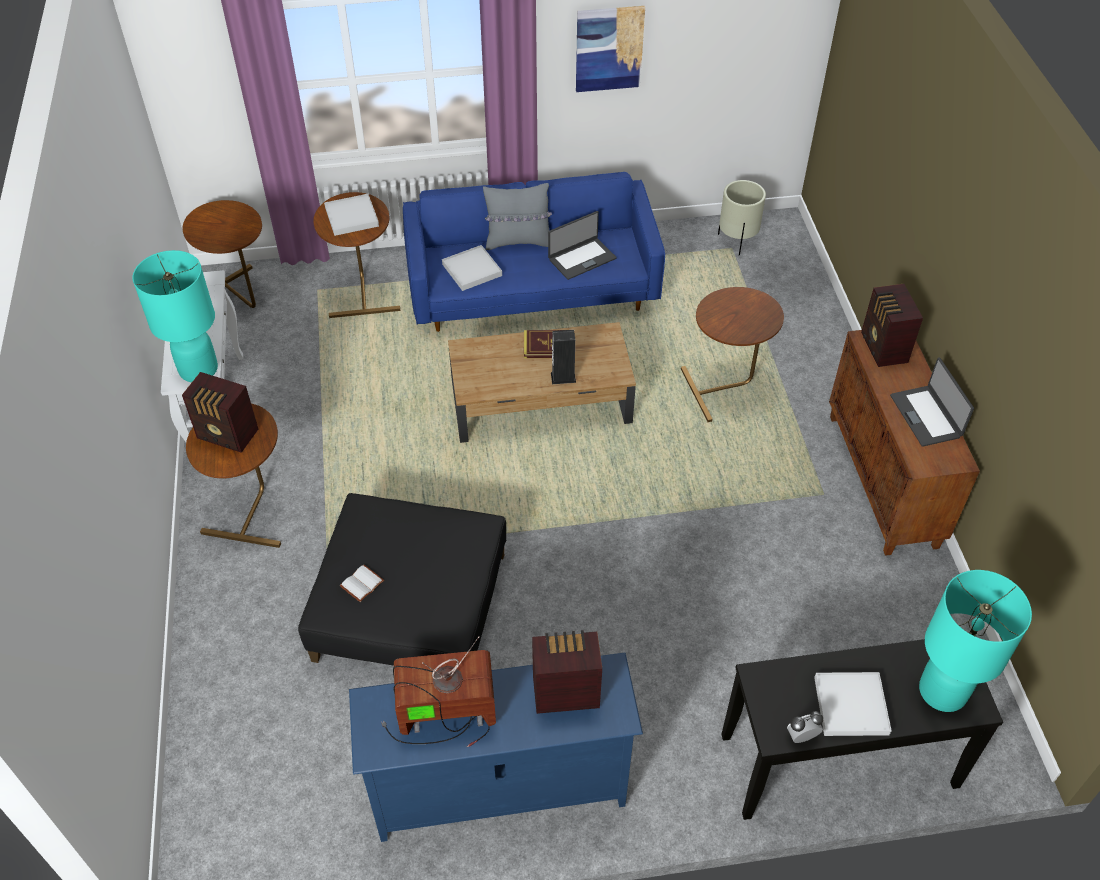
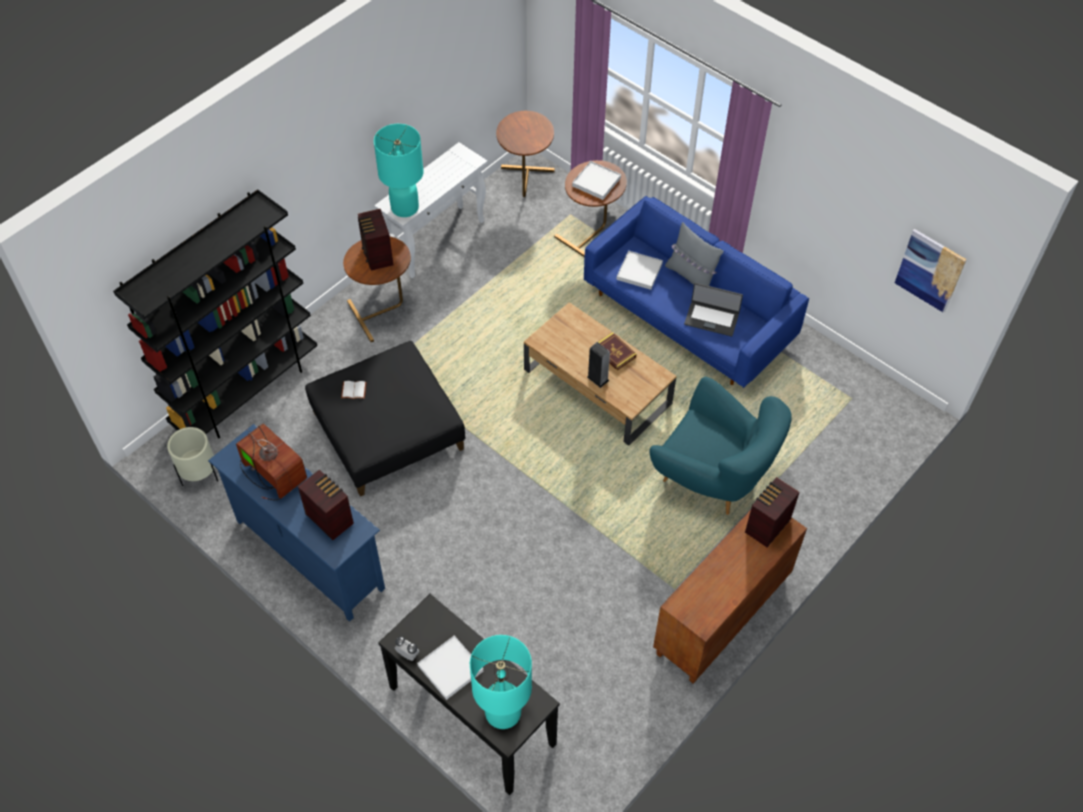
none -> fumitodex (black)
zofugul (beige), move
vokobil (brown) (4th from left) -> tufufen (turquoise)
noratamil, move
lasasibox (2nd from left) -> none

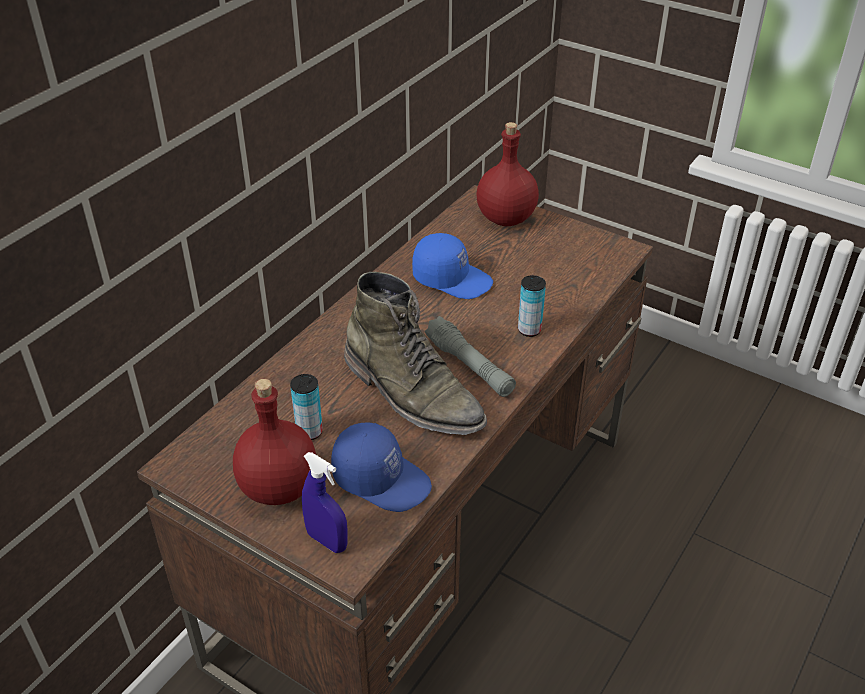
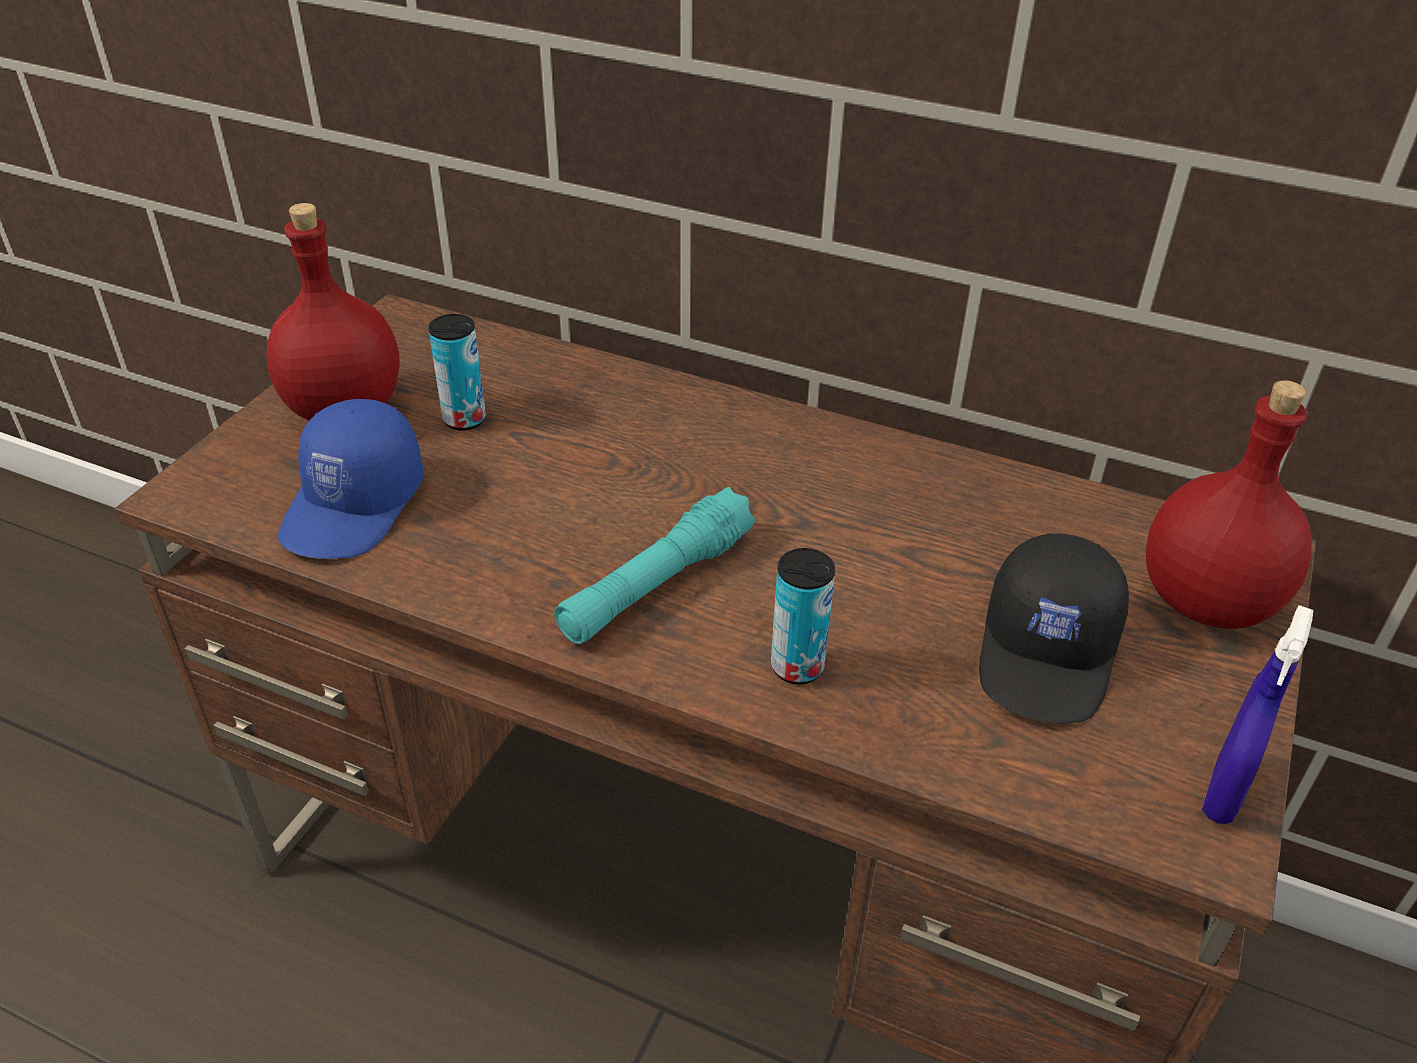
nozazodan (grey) -> nozazodan (turquoise)
none -> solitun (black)
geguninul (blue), move
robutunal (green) -> none
solitun (blue) (2nd from left) -> none

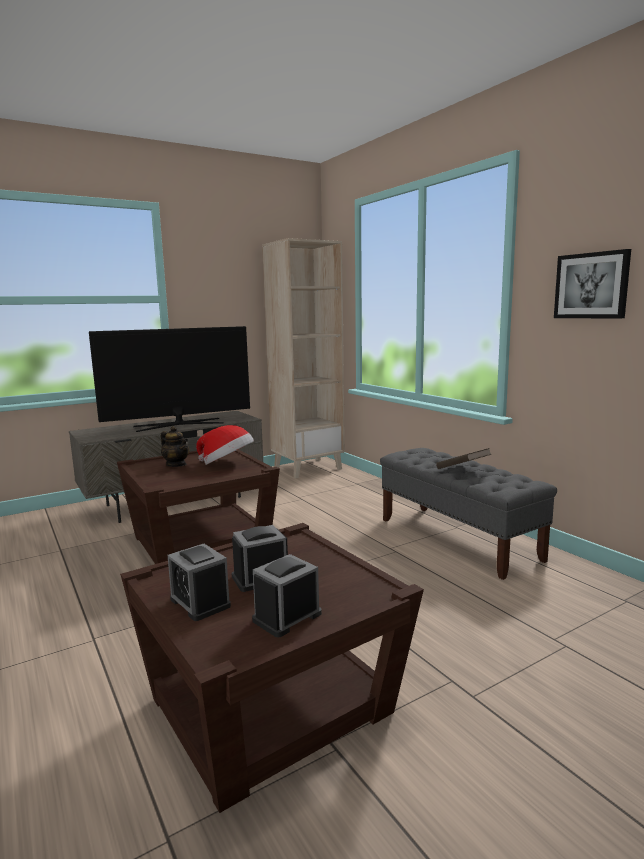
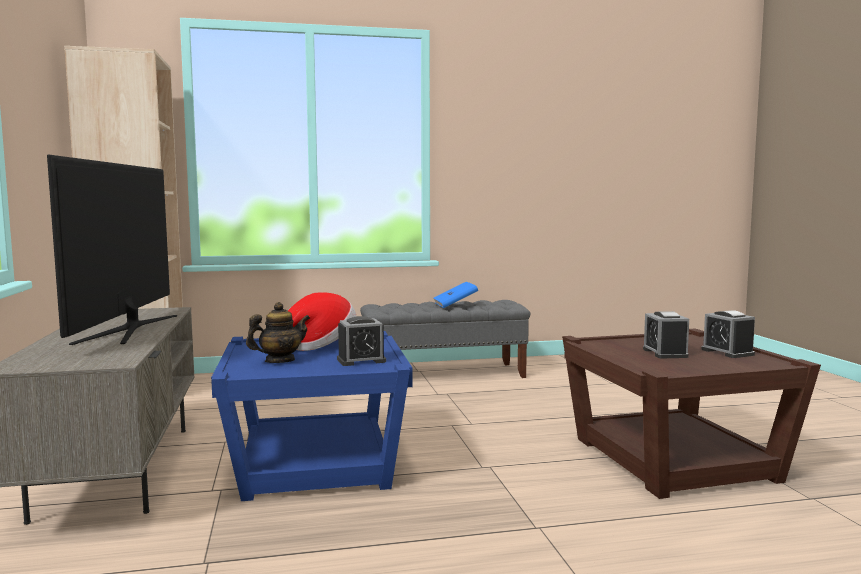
vokobil (brown) (1st from left) -> vokobil (blue)
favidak (1st from left), move
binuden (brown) -> binuden (blue)
noratamil -> none

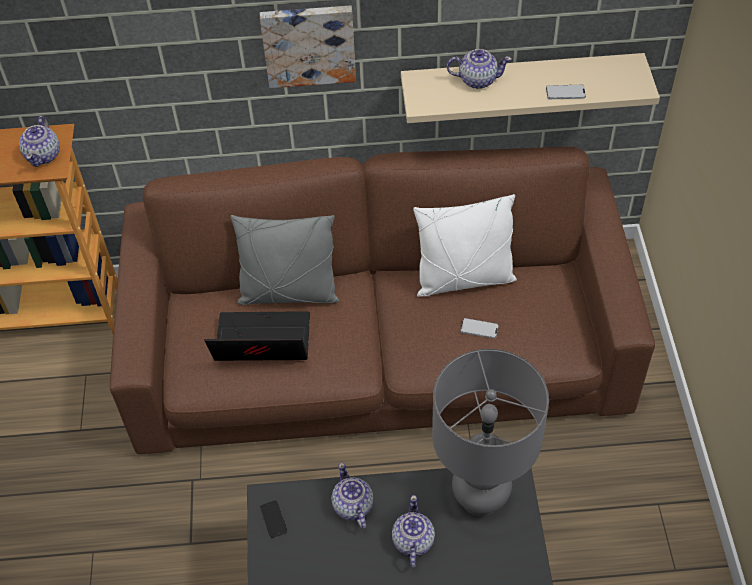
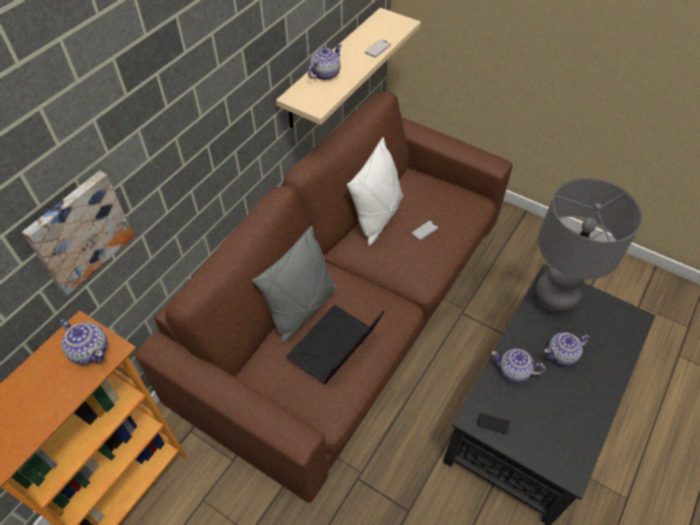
noratamil, move
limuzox (3rd from left in the first image) -> limuzox (4th from left), 60 degrees counterclockwise

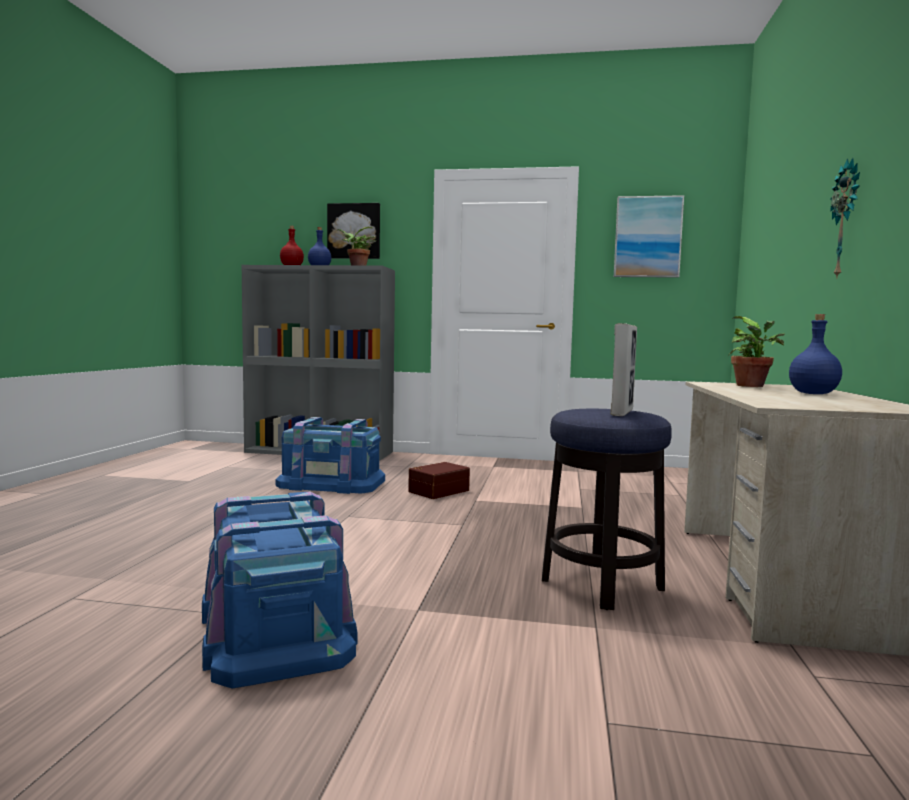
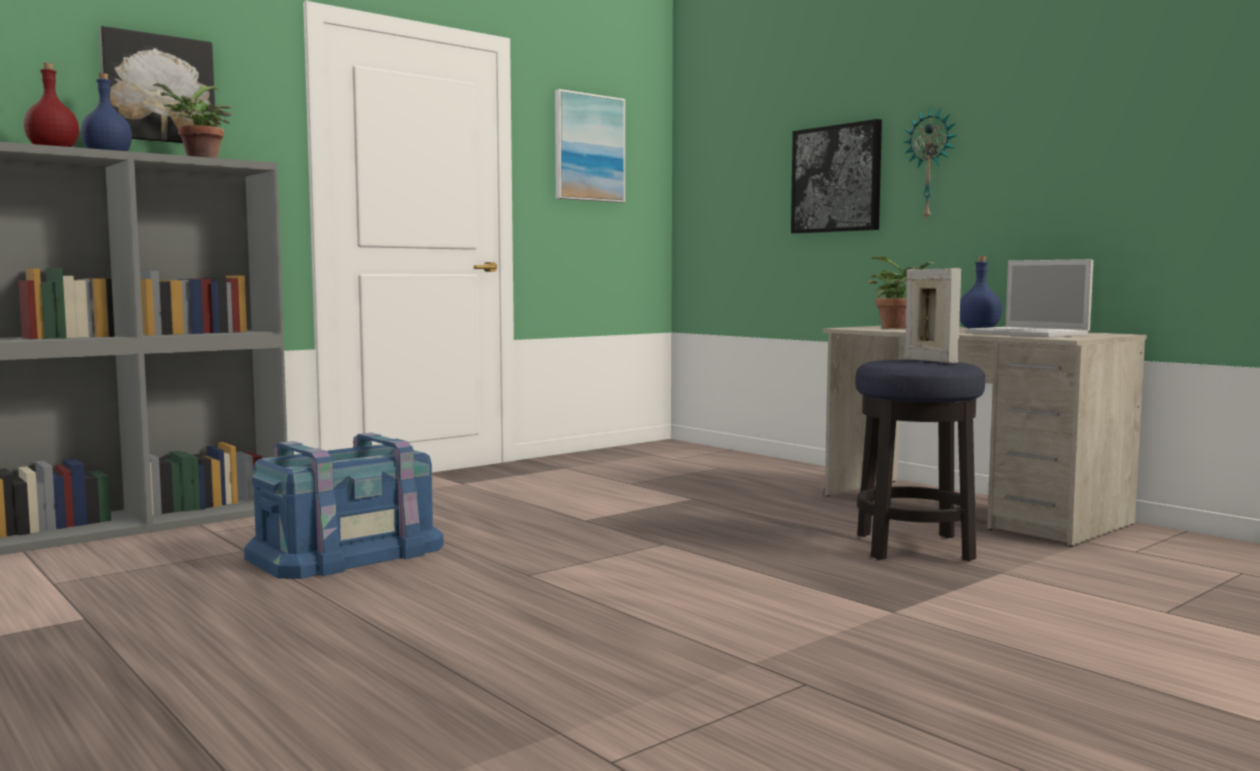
none -> noratamil (3rd from left)
none -> lasasibox
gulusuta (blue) (1st from left) -> none
gulusuta (brown) -> none

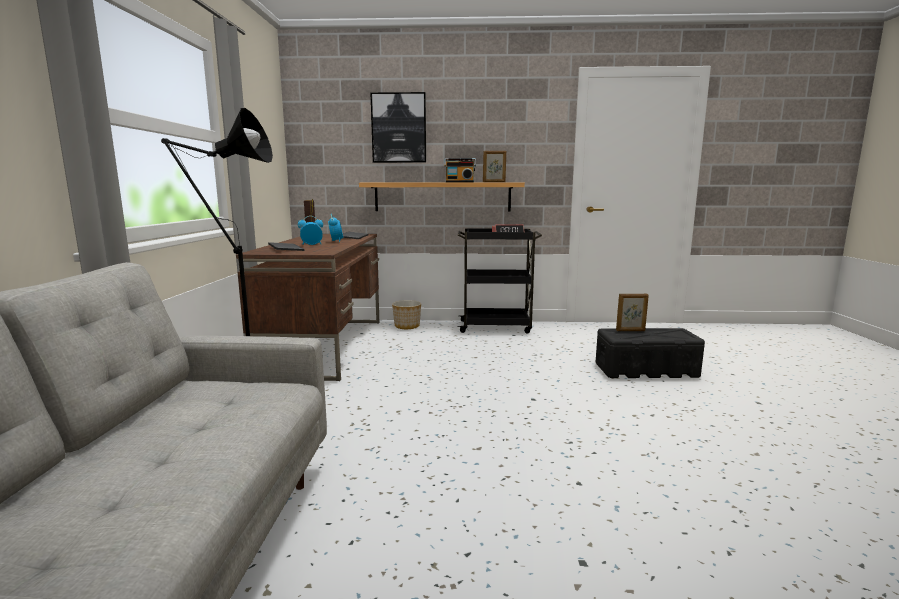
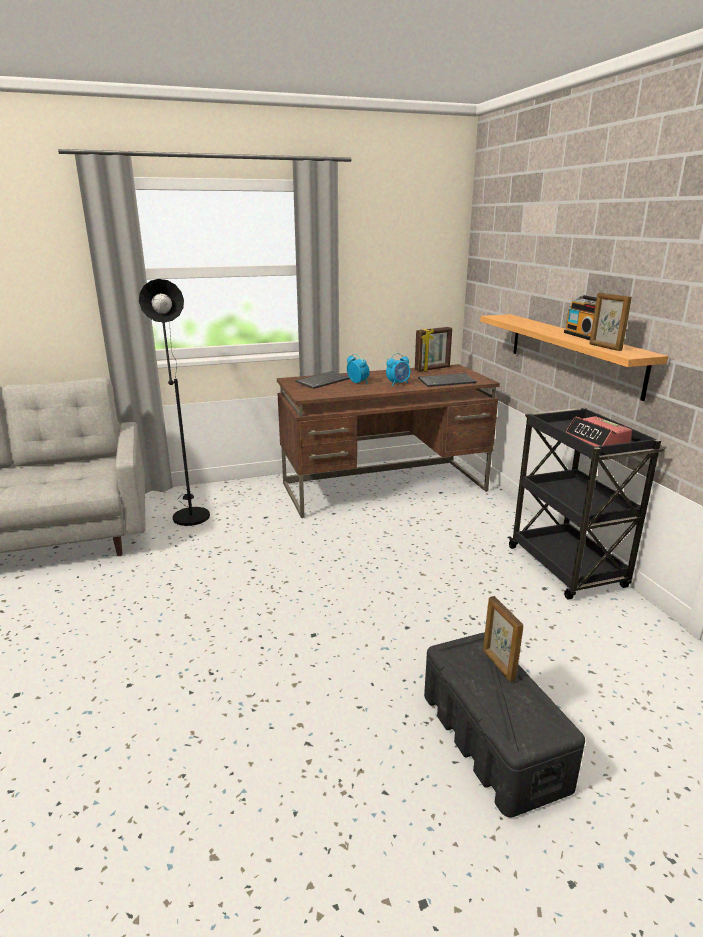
noratamil -> none
zofugul -> none

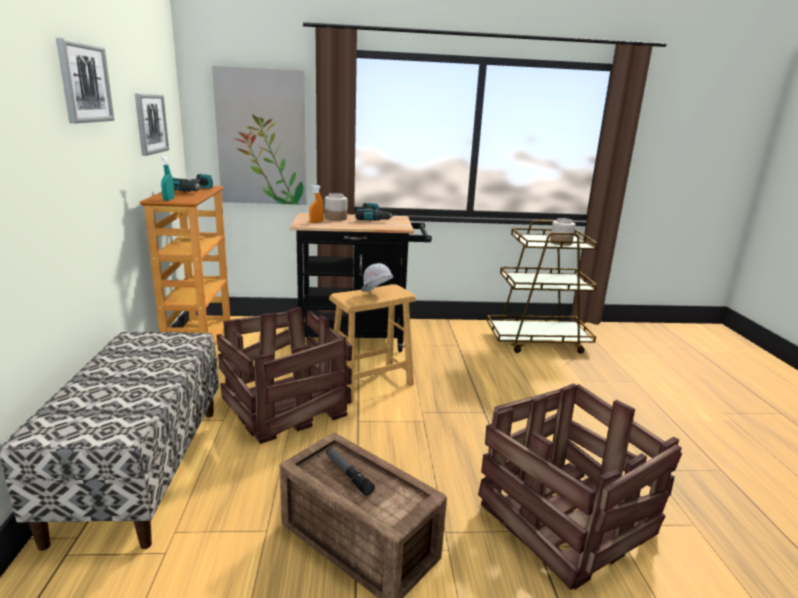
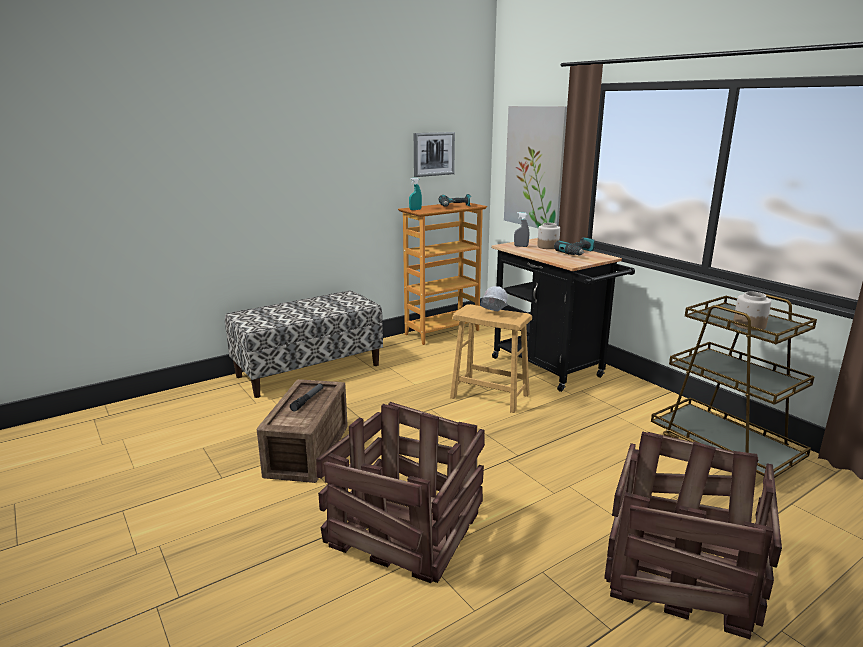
geguninul (orange) -> geguninul (grey)
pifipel (1st from left in the first image) -> pifipel (3rd from left), move
noratamil (1st from left) -> none

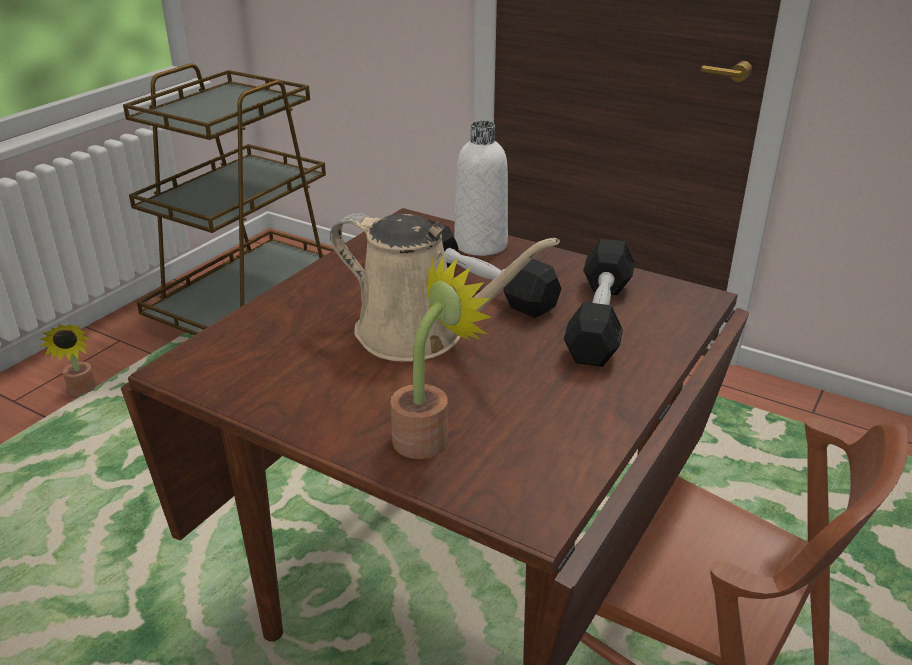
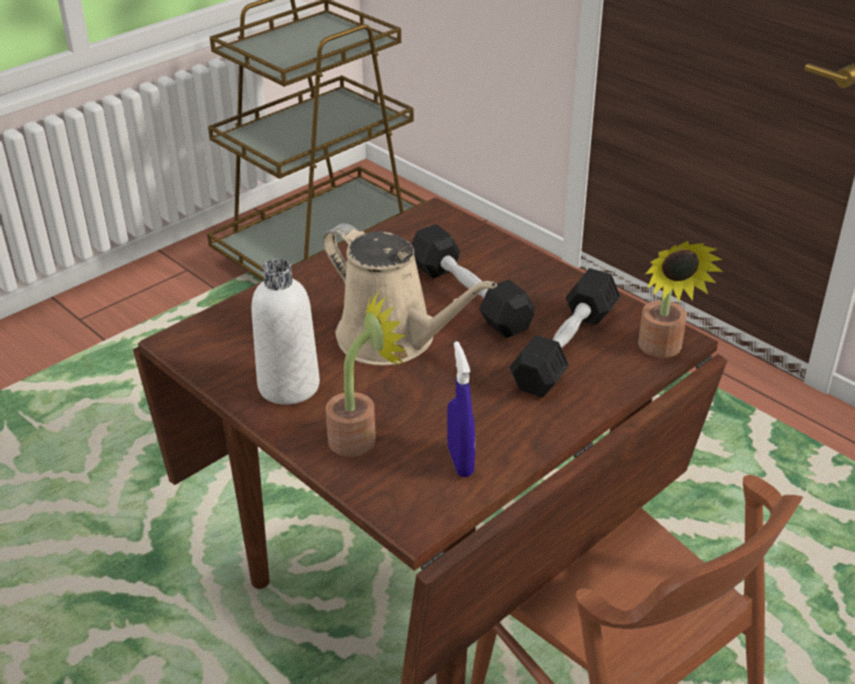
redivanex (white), move
none -> geguninul (blue)
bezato (1st from left in the first image) -> bezato (2nd from left), move

